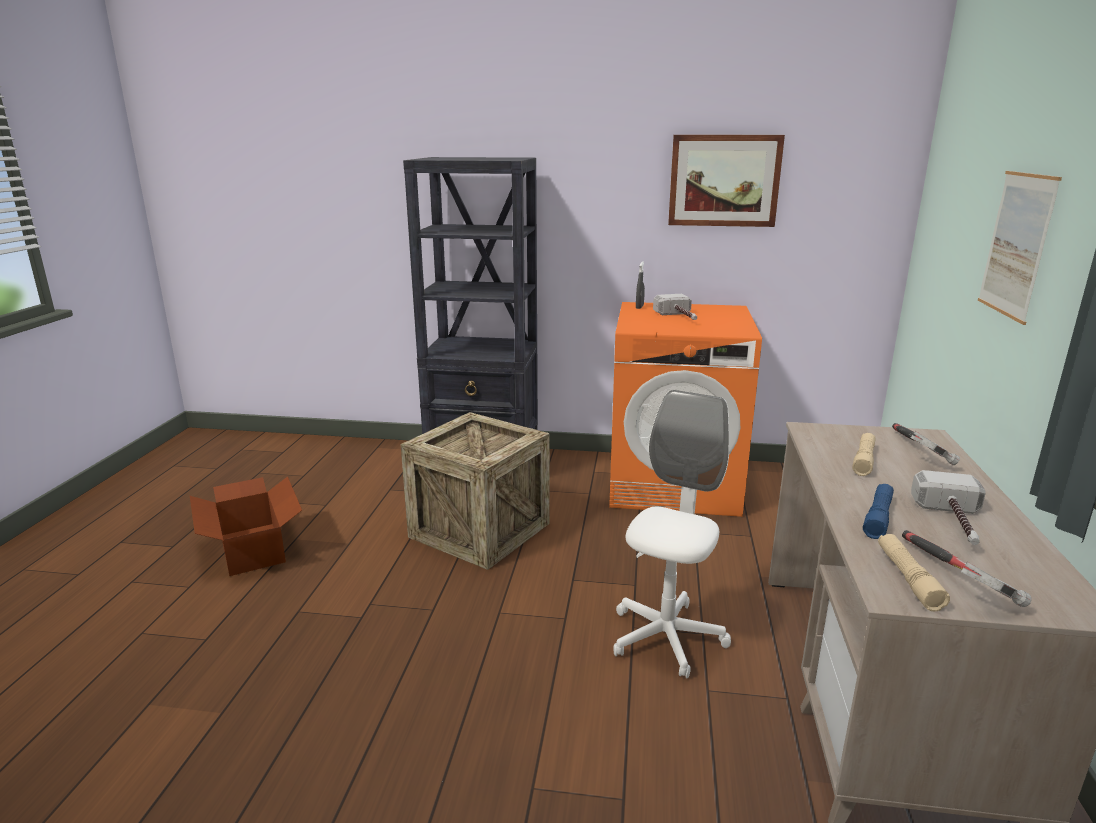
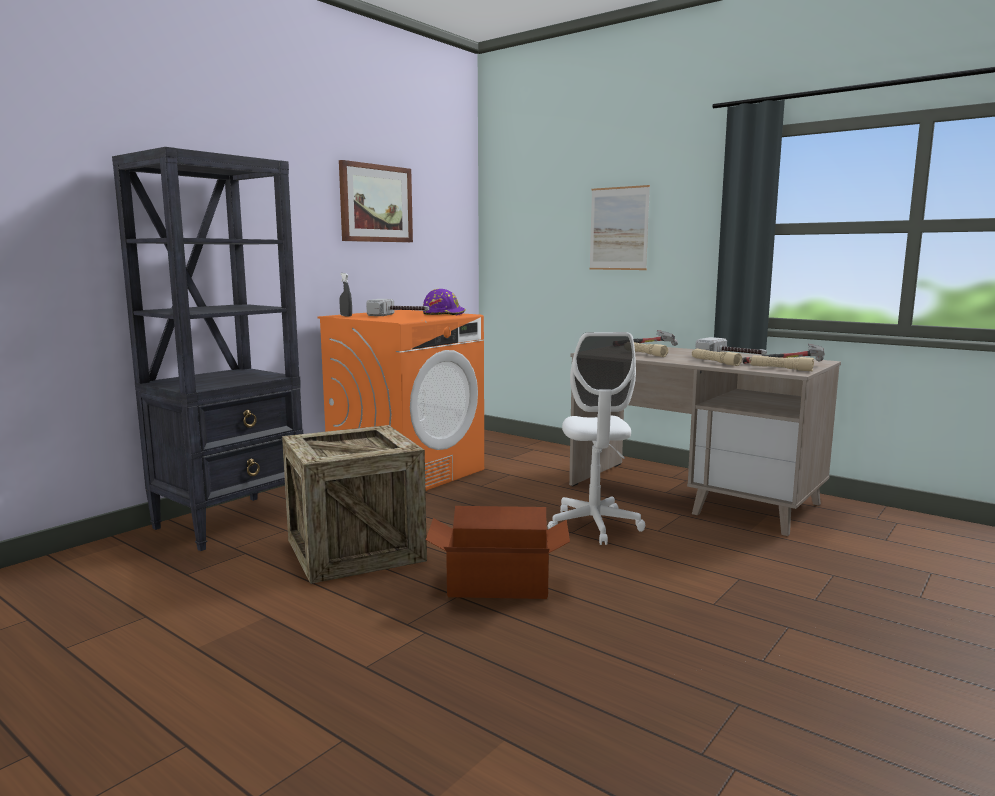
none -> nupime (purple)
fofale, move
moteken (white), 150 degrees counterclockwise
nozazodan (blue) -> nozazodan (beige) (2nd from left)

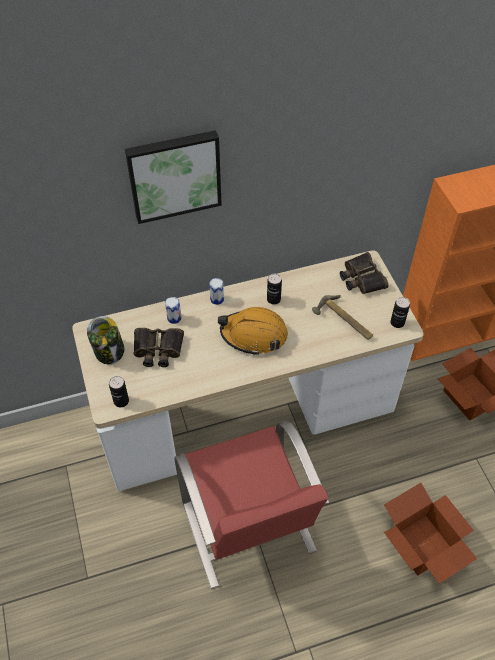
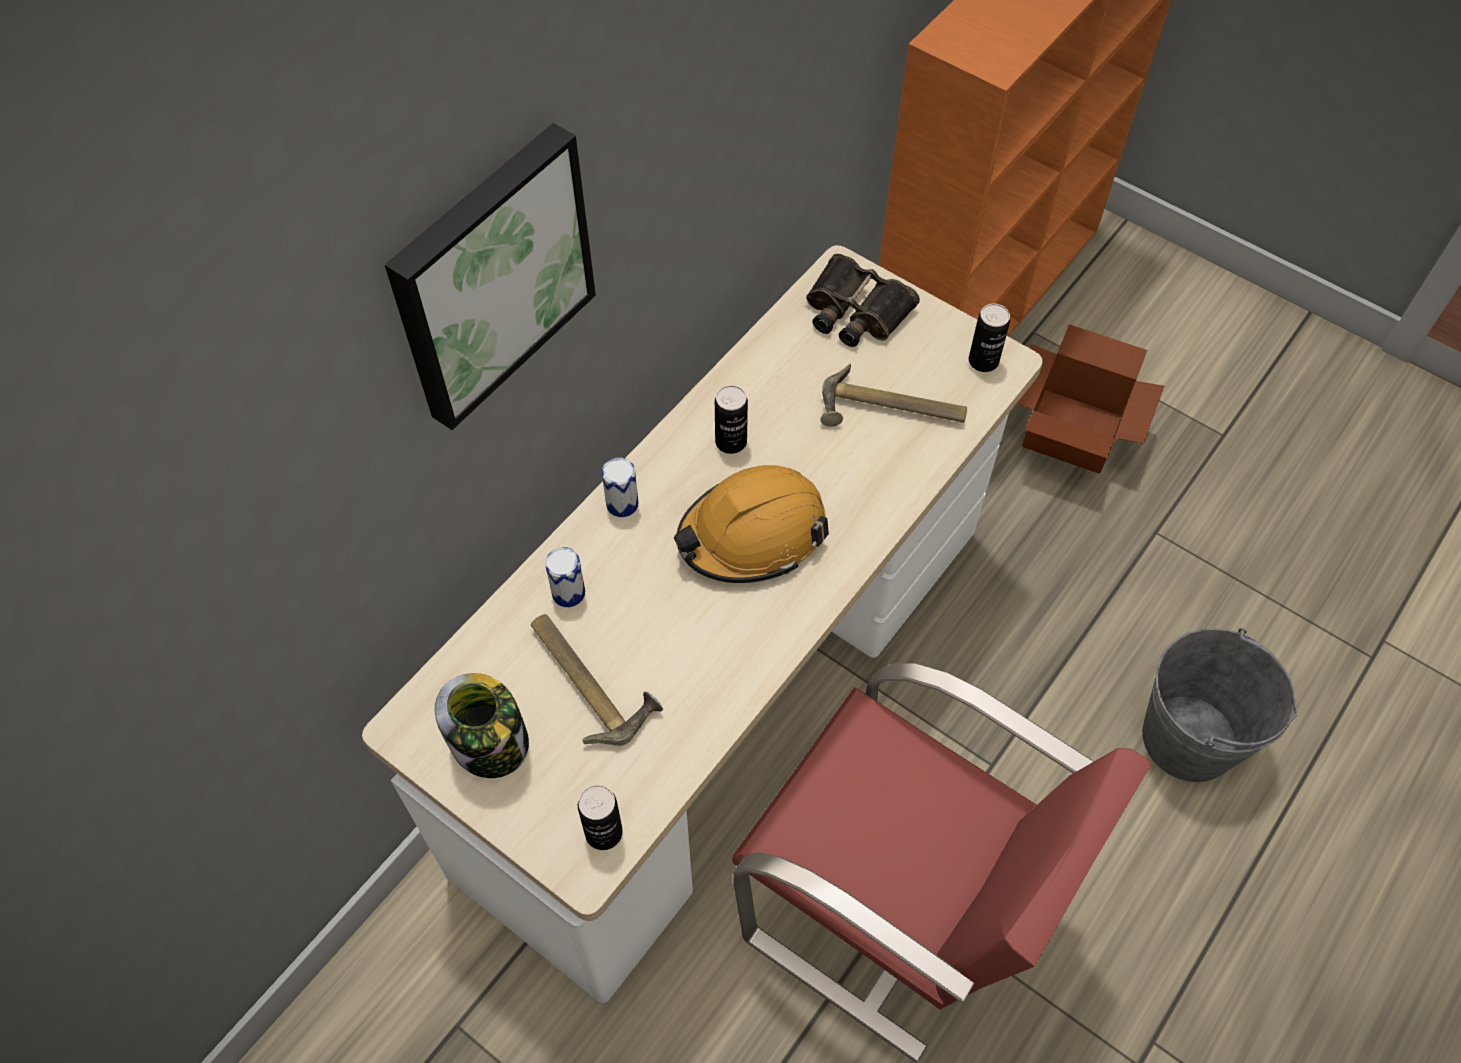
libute (1st from left) -> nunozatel (1st from left)
fofale (1st from left) -> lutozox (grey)

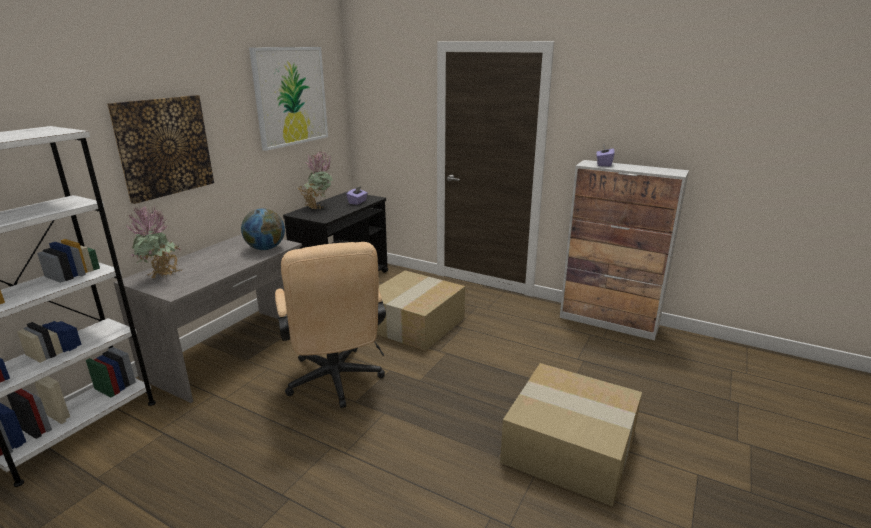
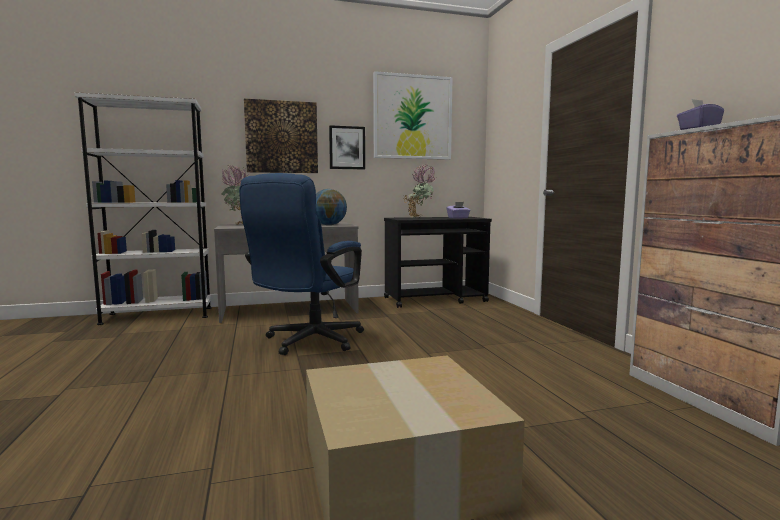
moteken (beige) -> moteken (blue)
none -> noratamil (2nd from left)
fofale (1st from left) -> none

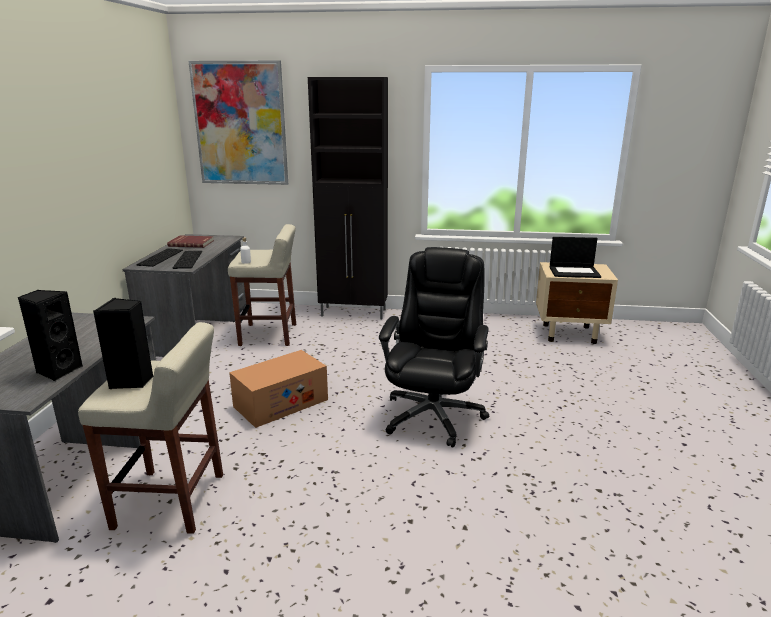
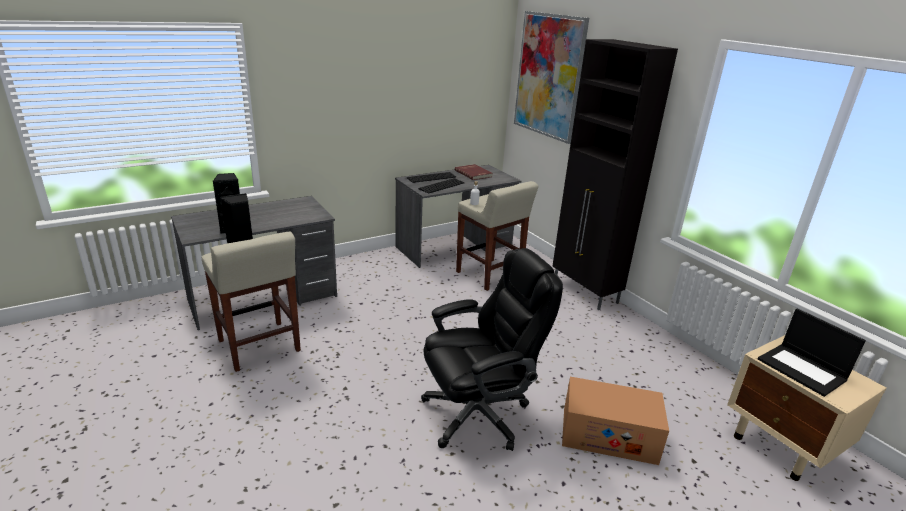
fofale, move

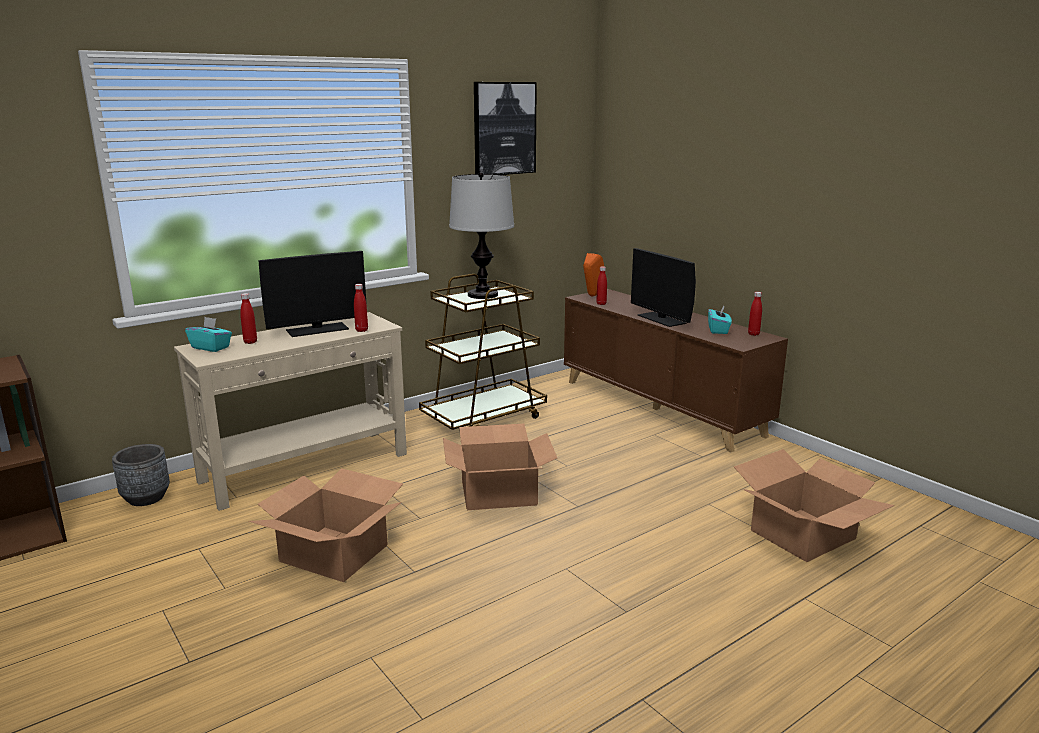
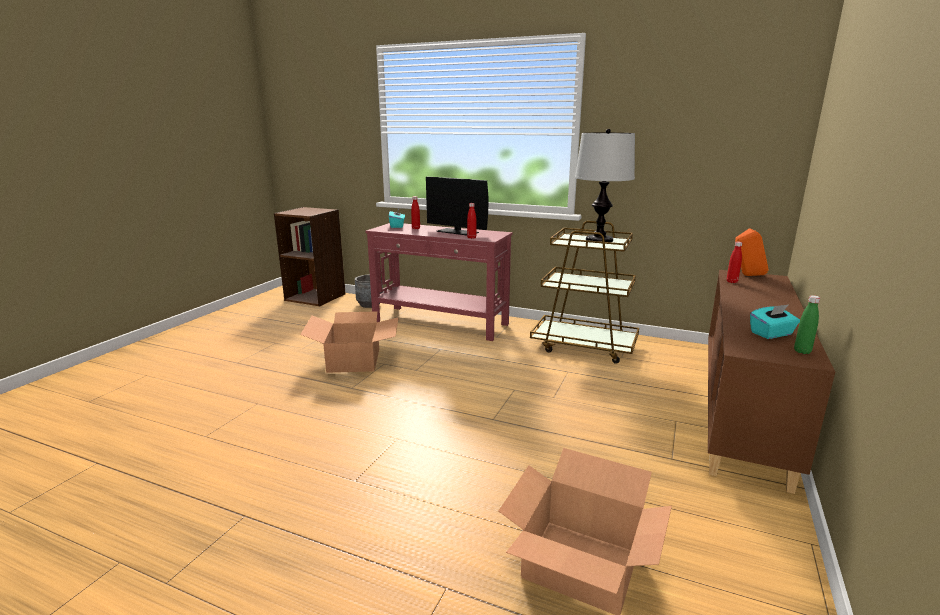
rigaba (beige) -> rigaba (red)
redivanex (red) (4th from left) -> redivanex (green)
fofale (2nd from left) -> none
noratamil -> none
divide (2nd from left) -> none

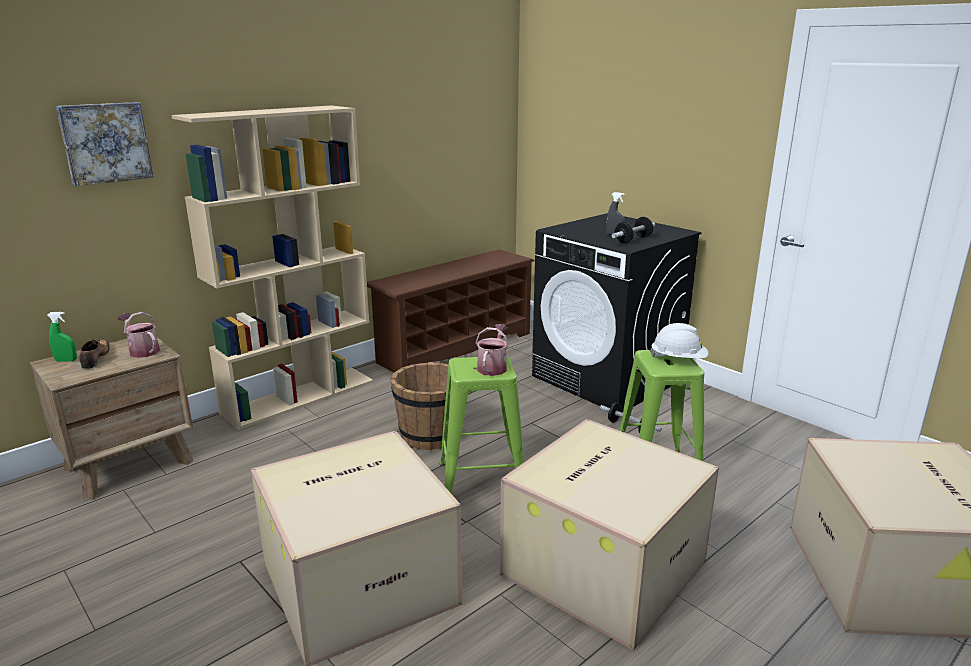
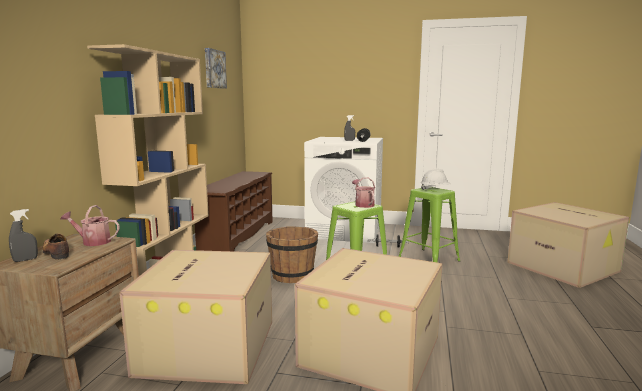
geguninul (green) -> geguninul (grey) (1st from left)
fofale (2nd from left in the first image) -> fofale (1st from left), move
noratamil, move
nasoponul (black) -> nasoponul (white)

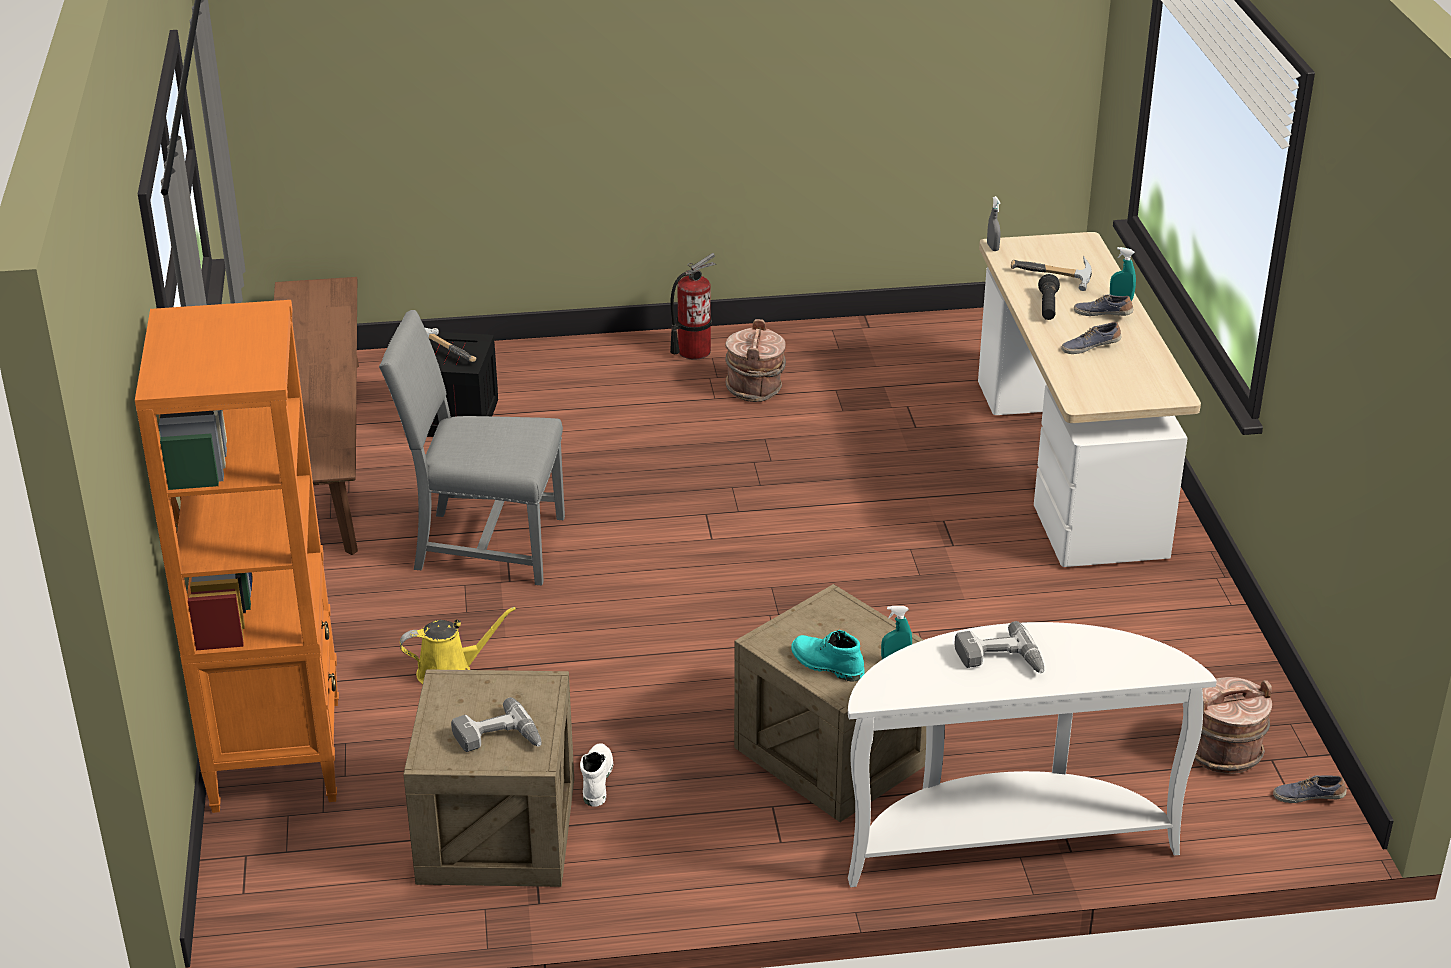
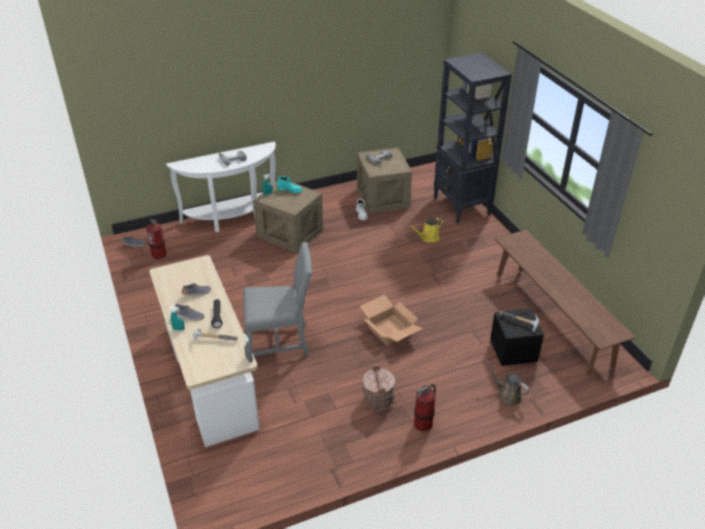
lutozox (brown) (2nd from left) -> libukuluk (1st from left)
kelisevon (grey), move
none -> fofale
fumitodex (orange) -> fumitodex (black)
none -> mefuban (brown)

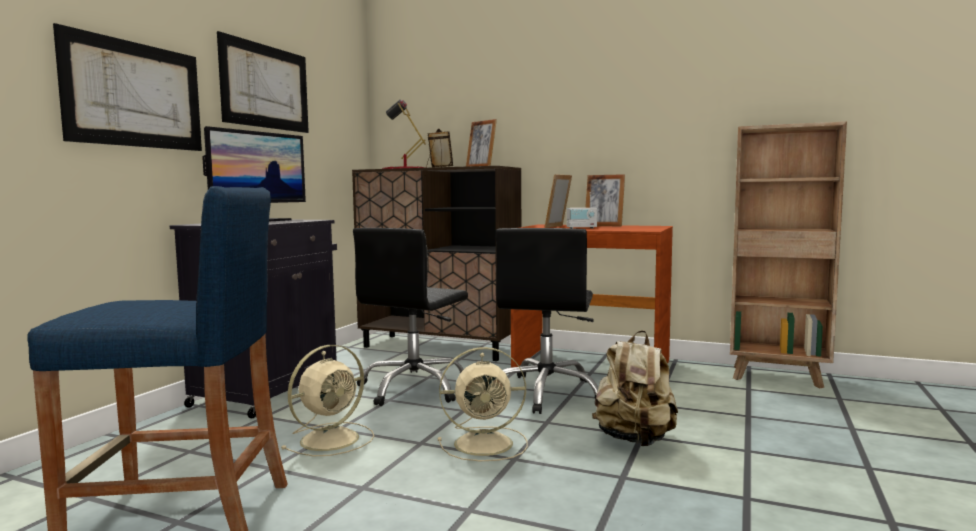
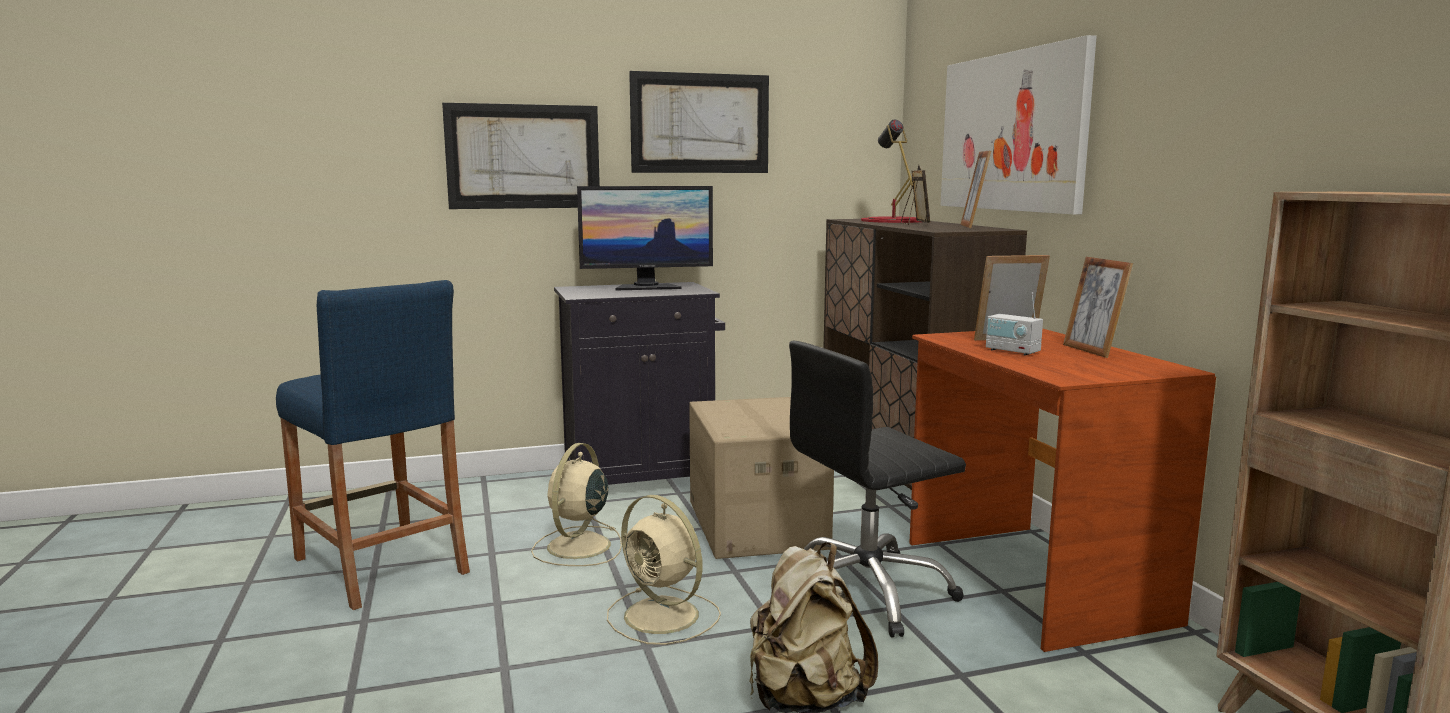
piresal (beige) (1st from left), 105 degrees clockwise
moteken (black) (1st from left) -> fofale
none -> noratamil (3rd from left)

